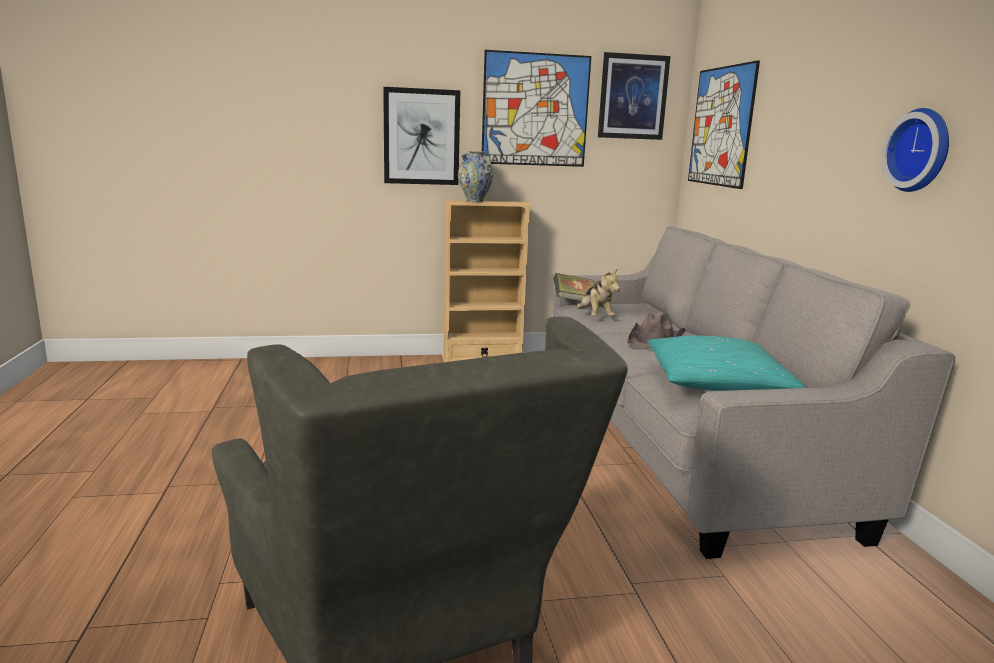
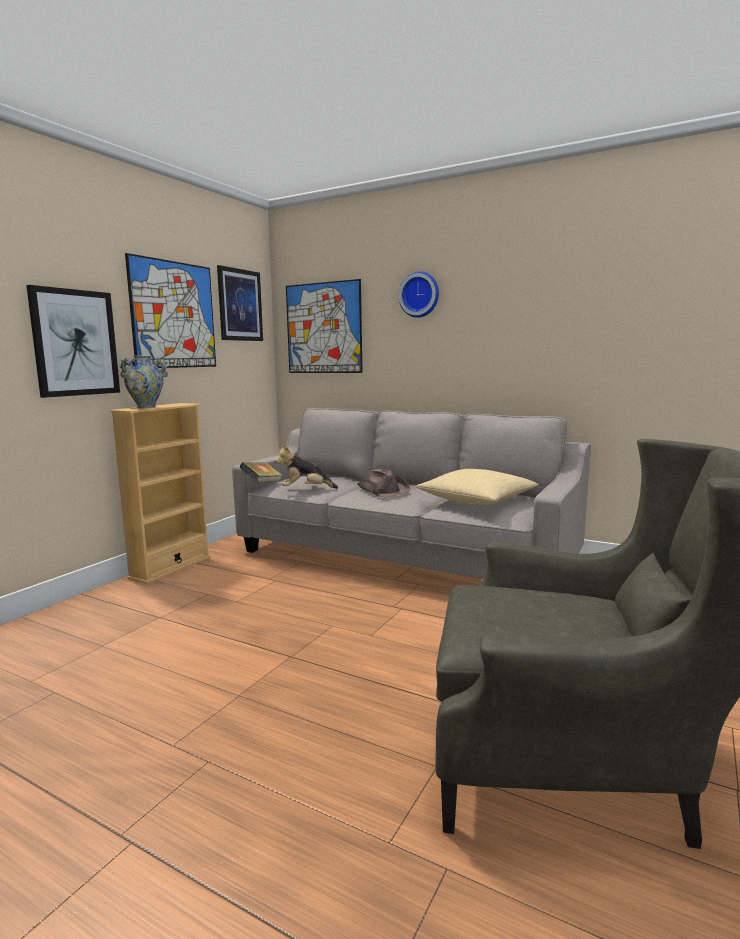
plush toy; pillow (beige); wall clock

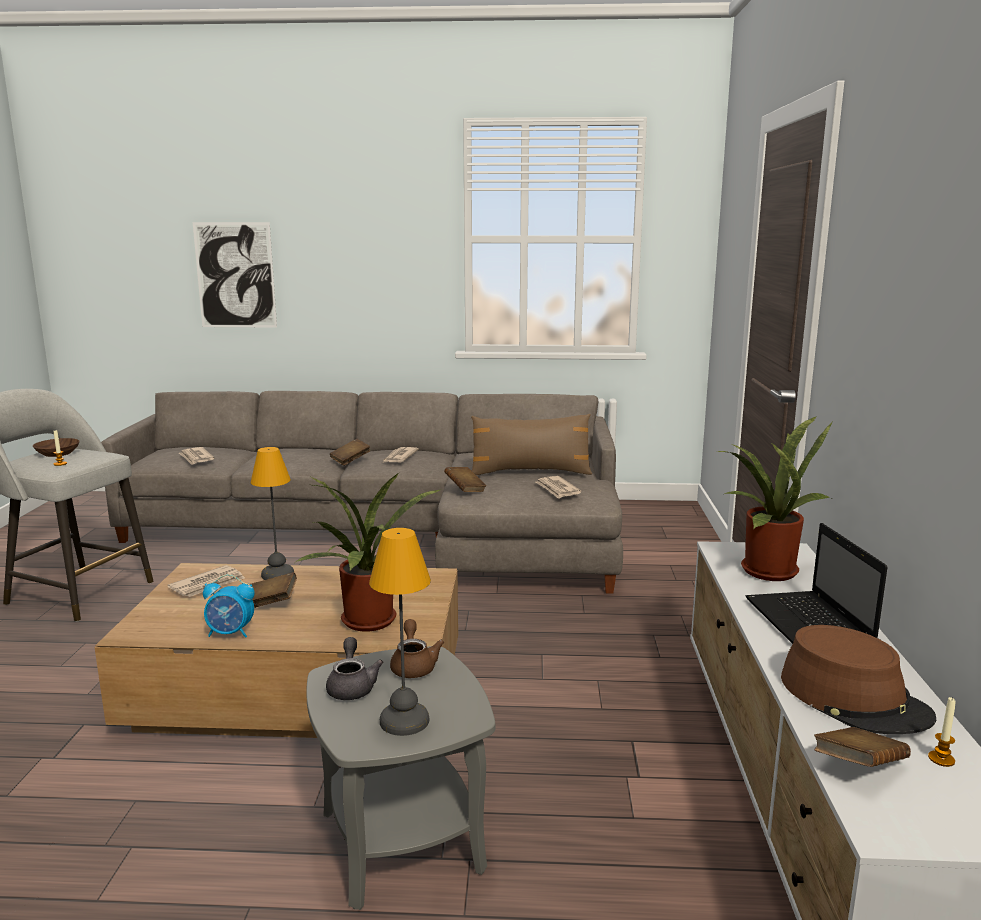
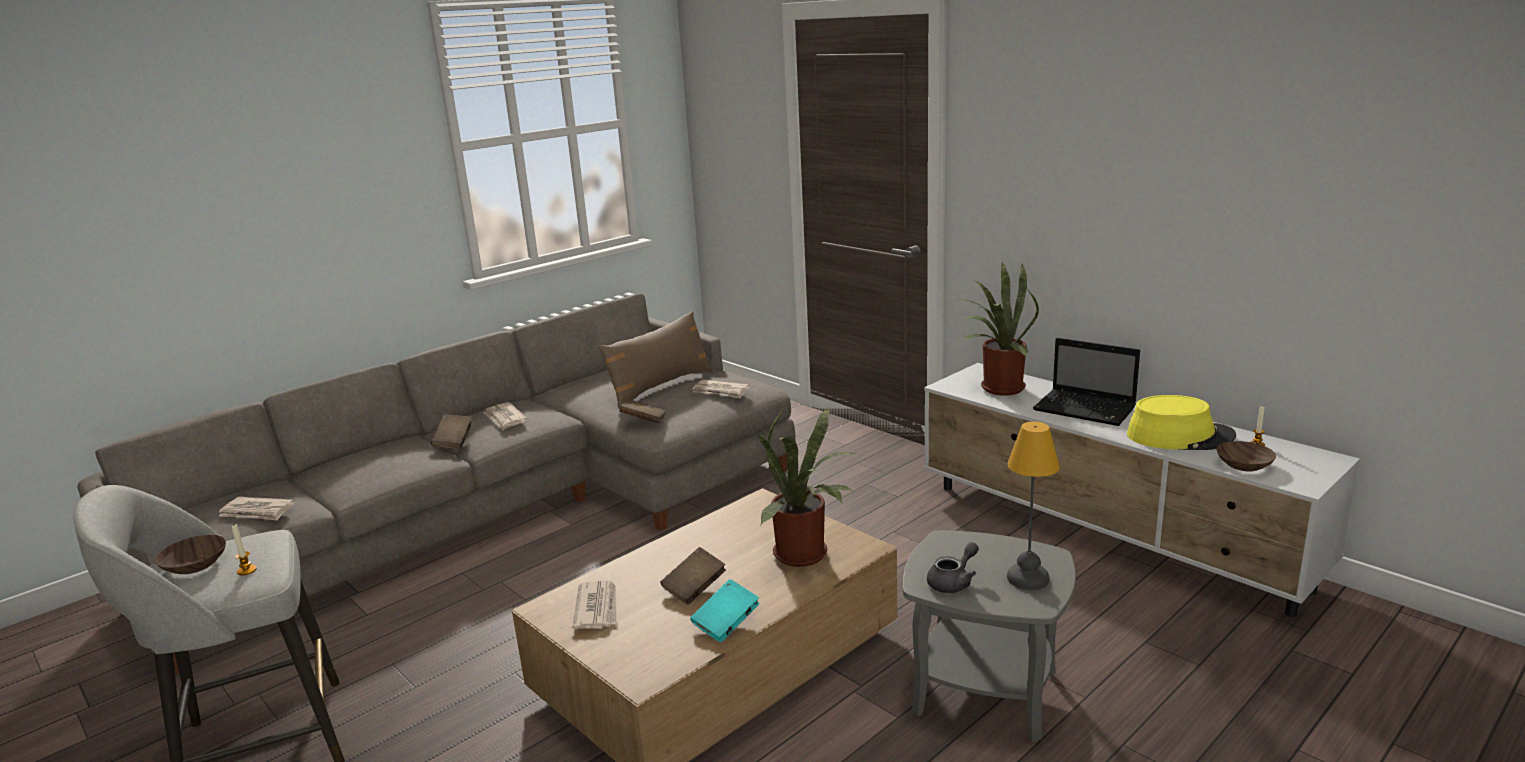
picture; book (turquoise); table lamp (1st from left in the first image); teapot (grey); teapot (brown); hat (yellow); bowl (brown) (2nd from left)

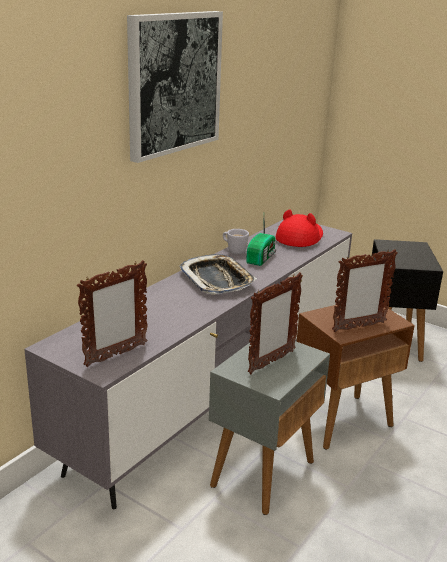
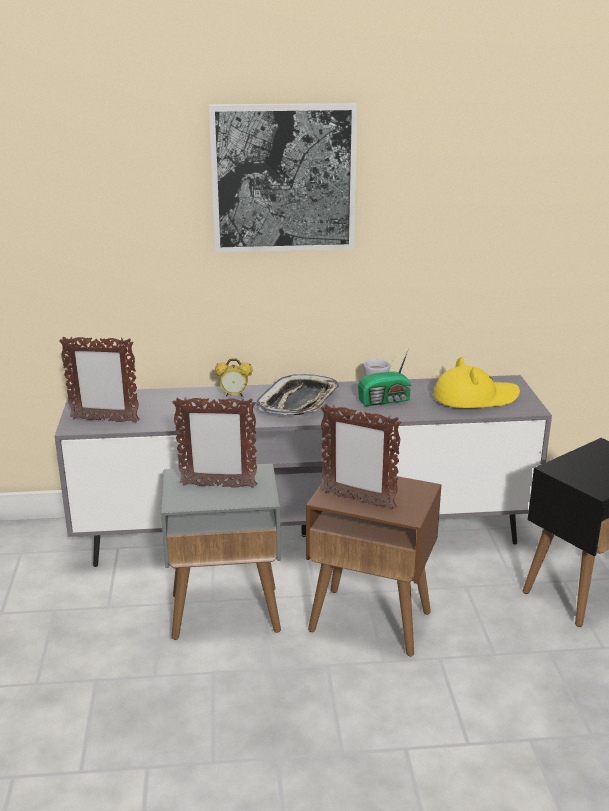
hat (yellow); alarm clock

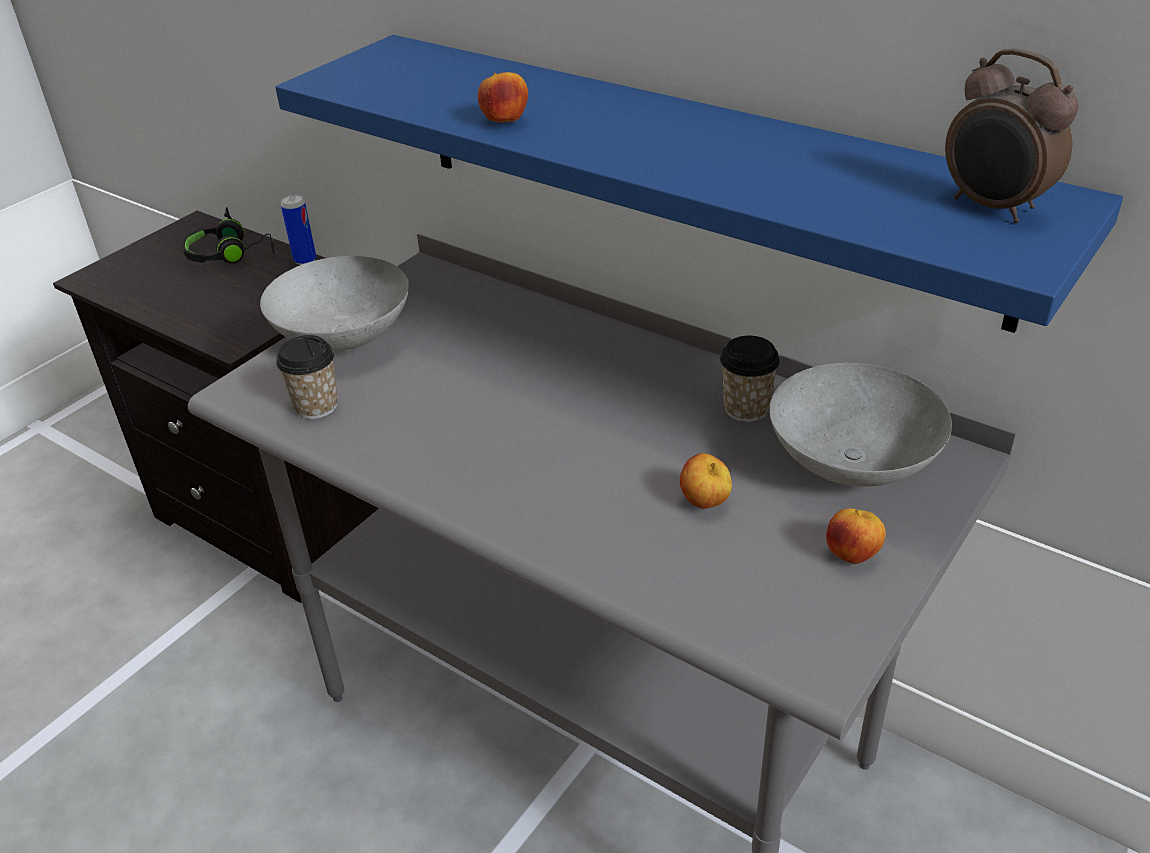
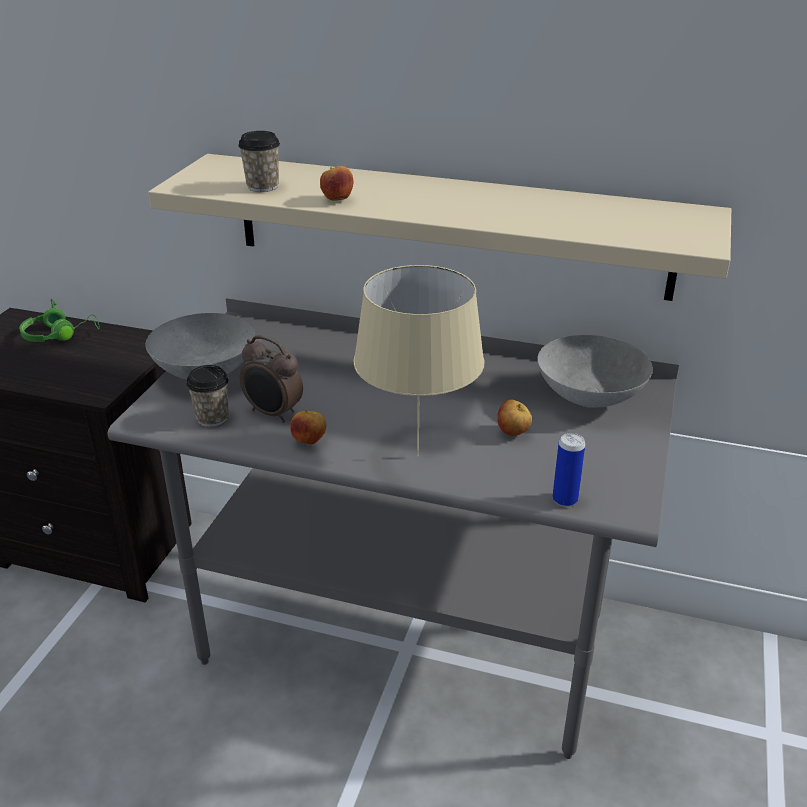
headphones (green); shelf (beige); can; cup (2nd from left); apple (1st from left); alarm clock; table lamp (beige)

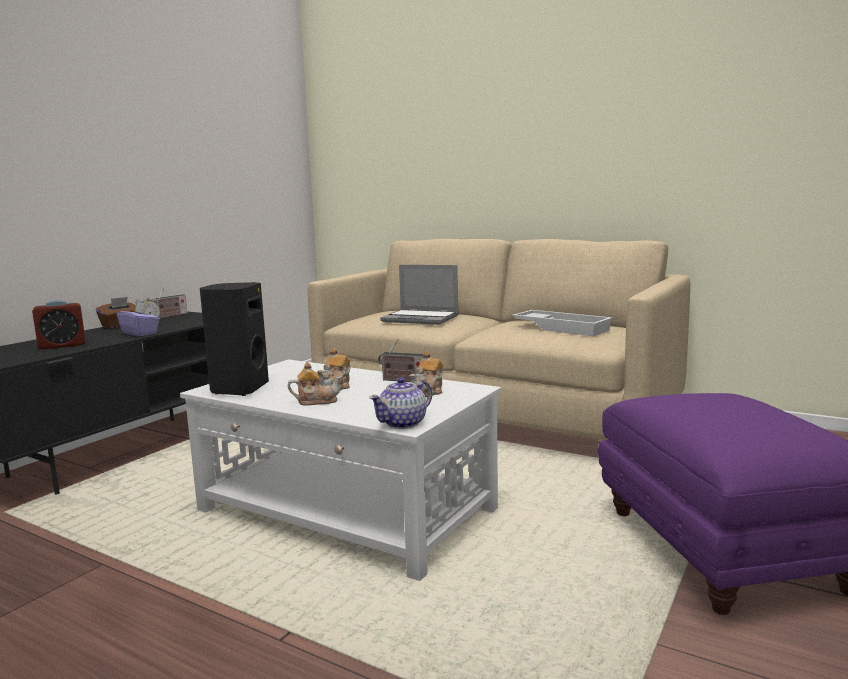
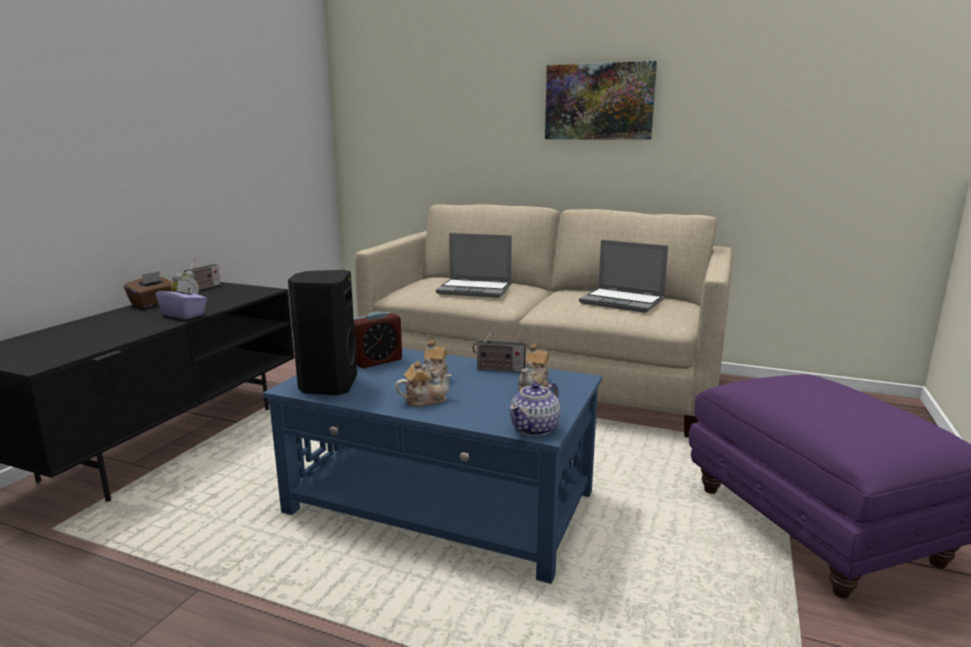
alarm clock (2nd from left); coffee table (blue); laptop (2nd from left); picture

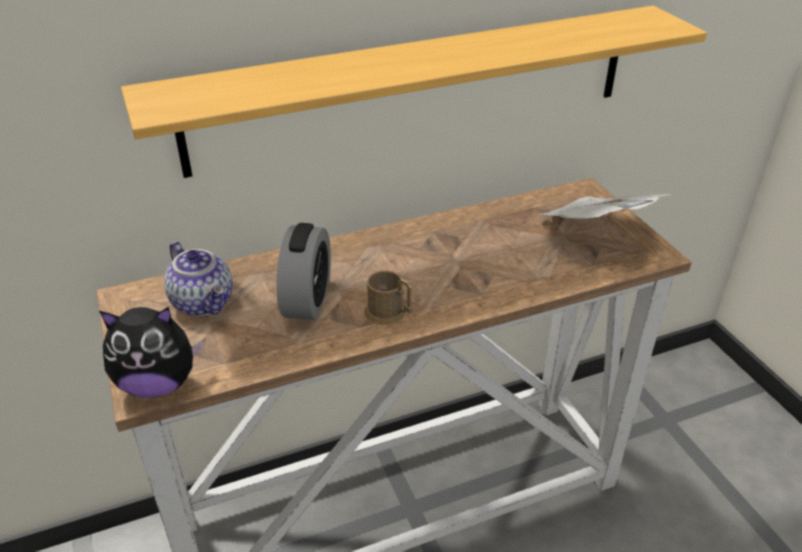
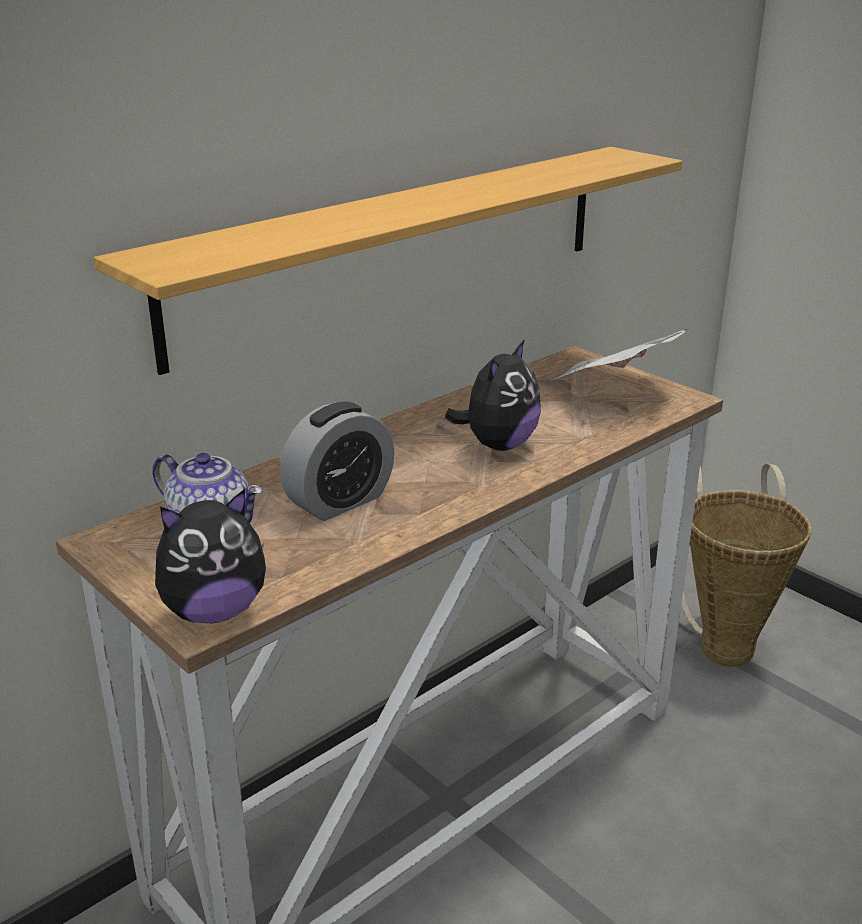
alarm clock; mug (brown); plush toy (2nd from left); basket

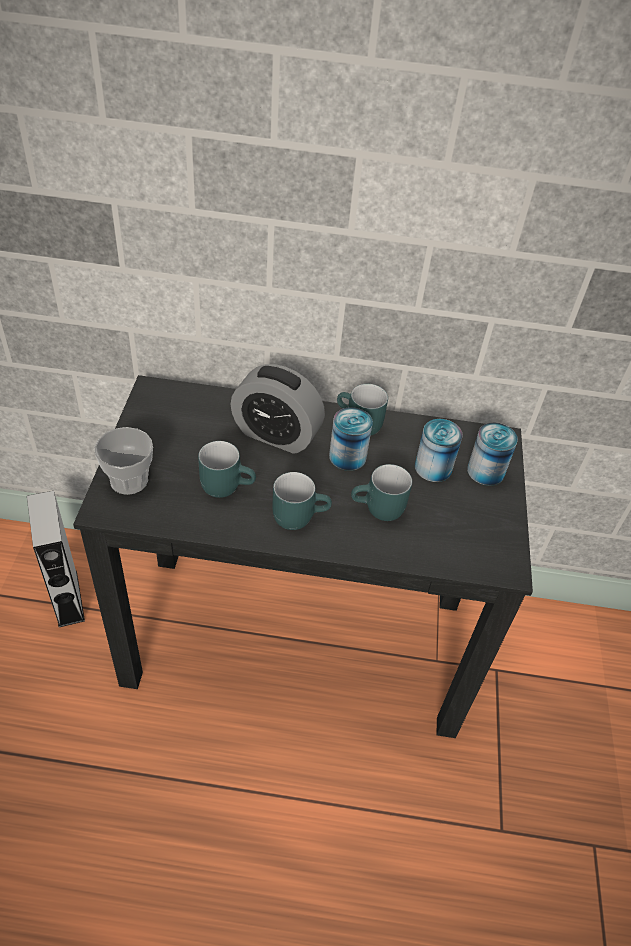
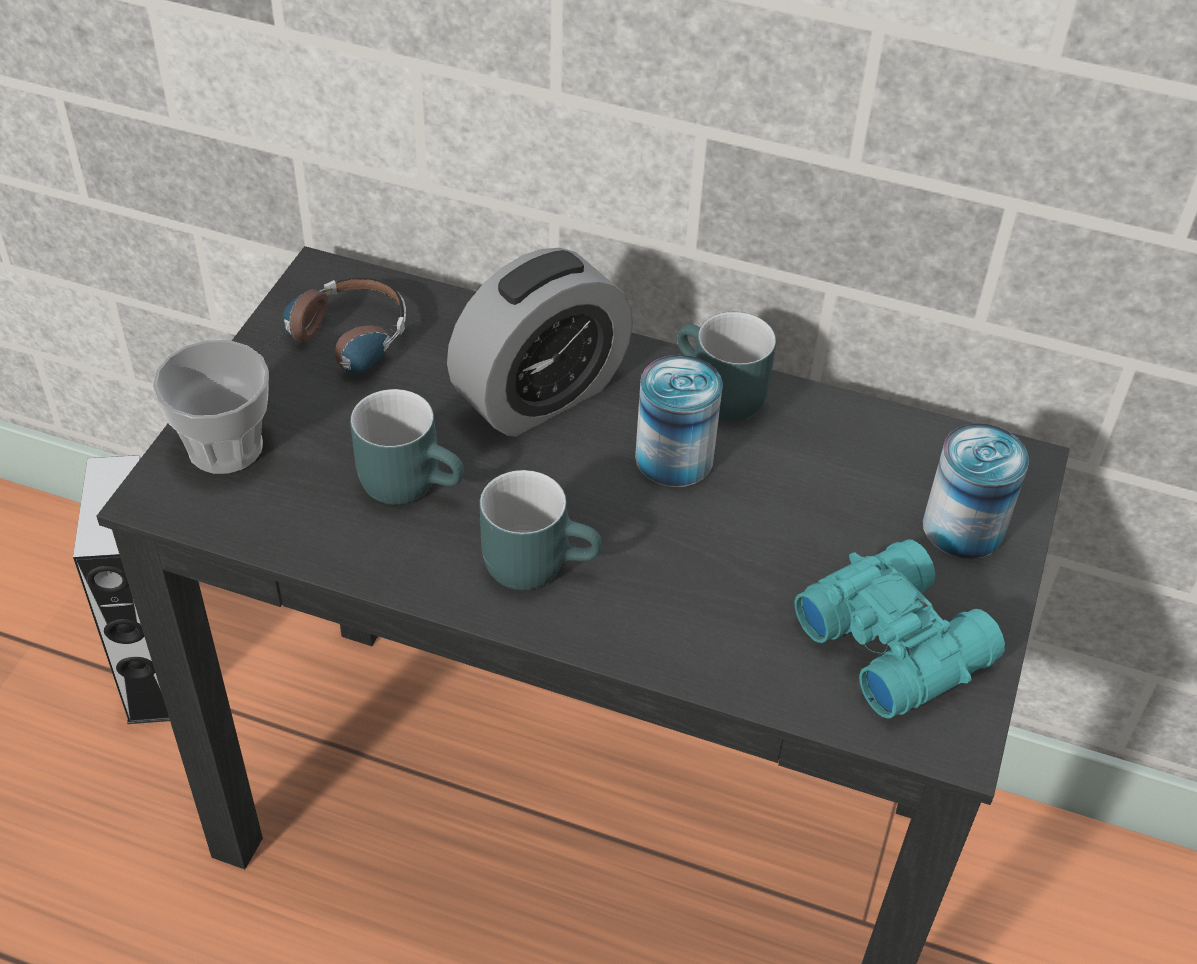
alarm clock; mug (turquoise) (4th from left in the first image); can (2nd from left in the first image); headphones; binoculars (turquoise)

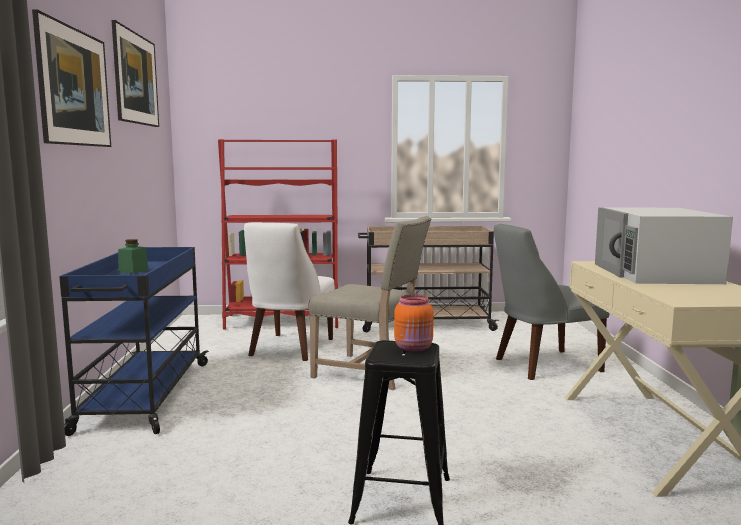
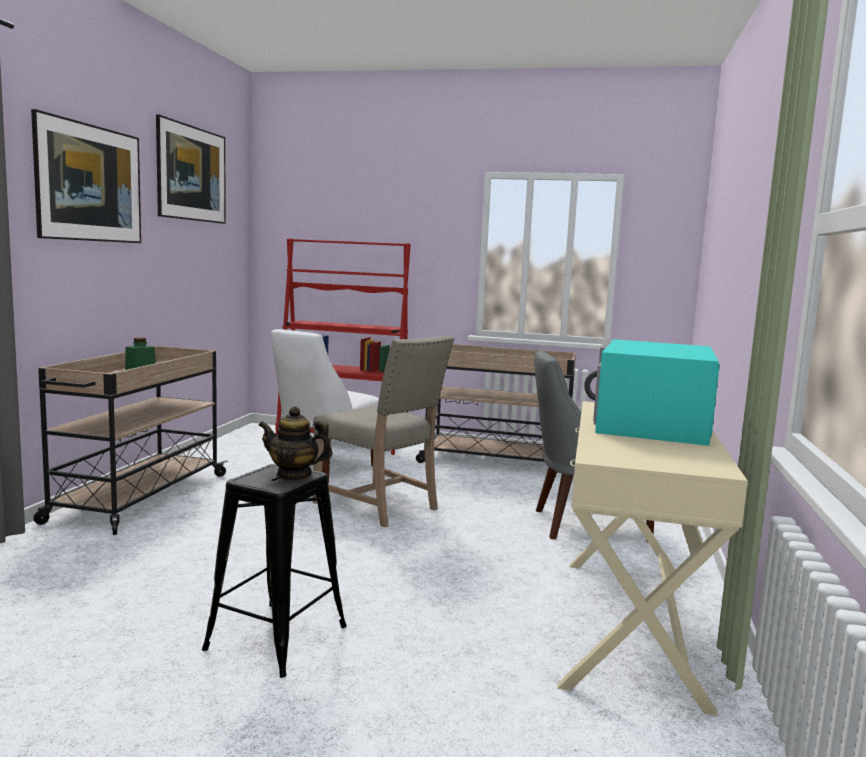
cart (beige) (1st from left); teapot; microwave (turquoise)

